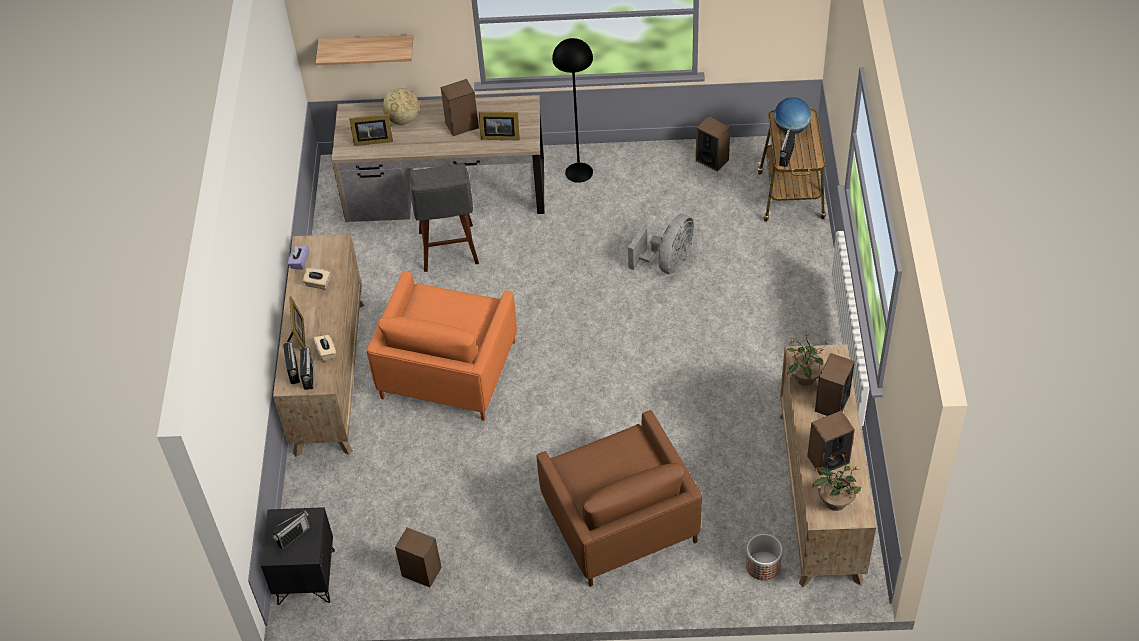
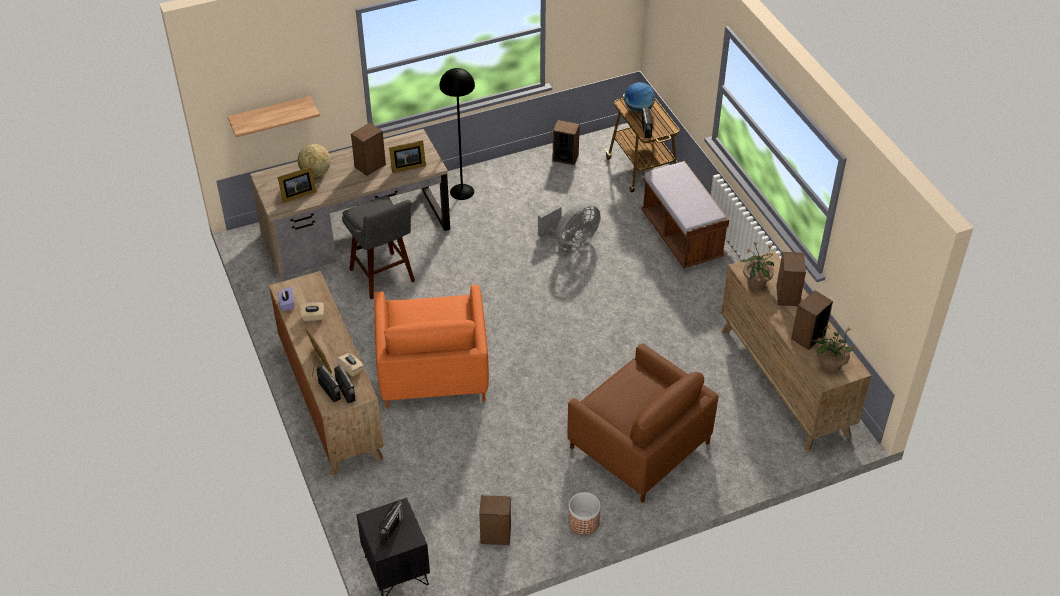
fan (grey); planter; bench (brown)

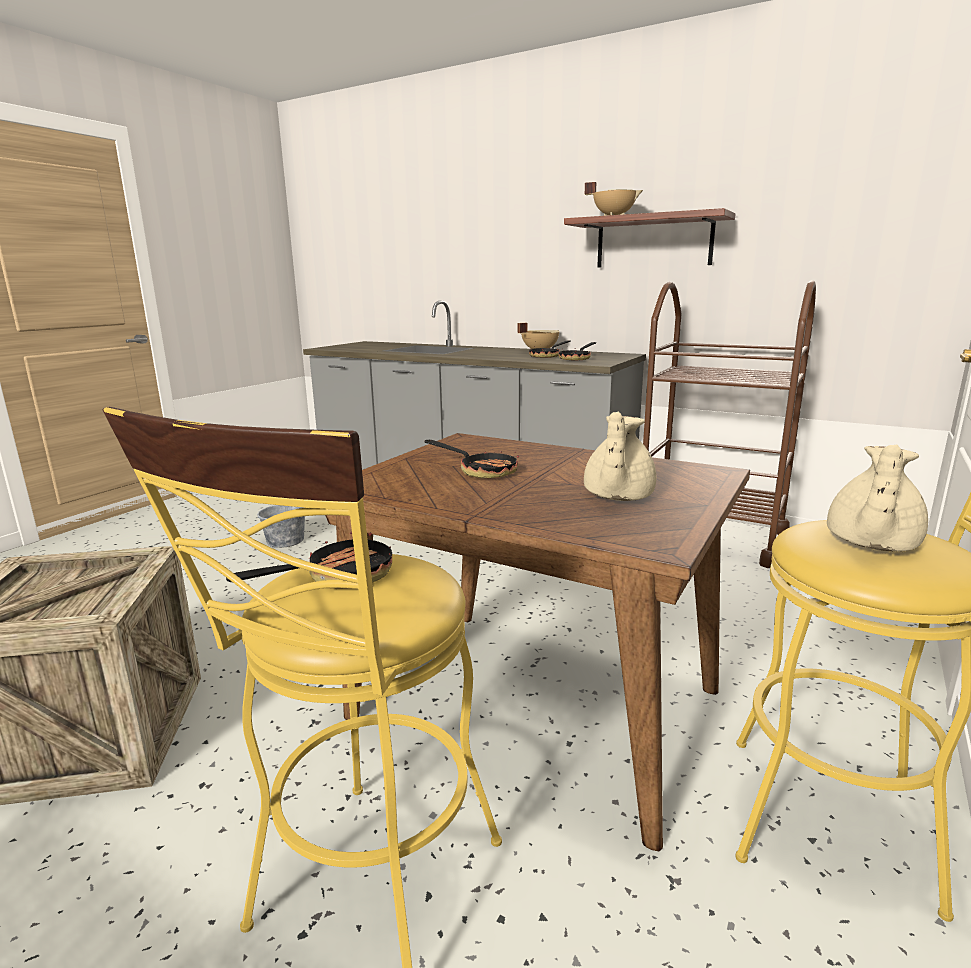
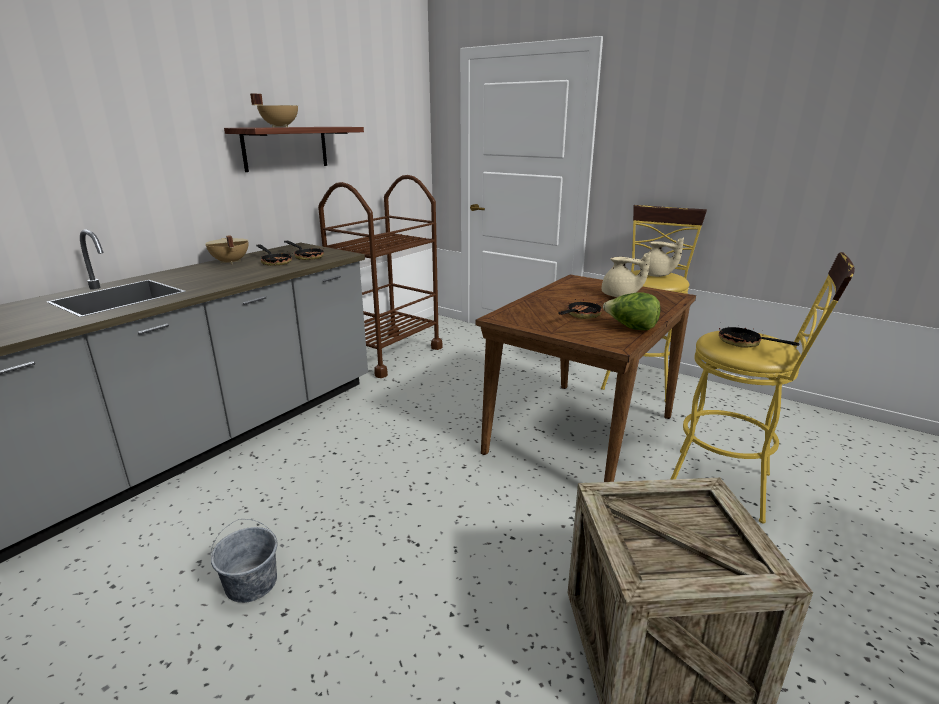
lettuce

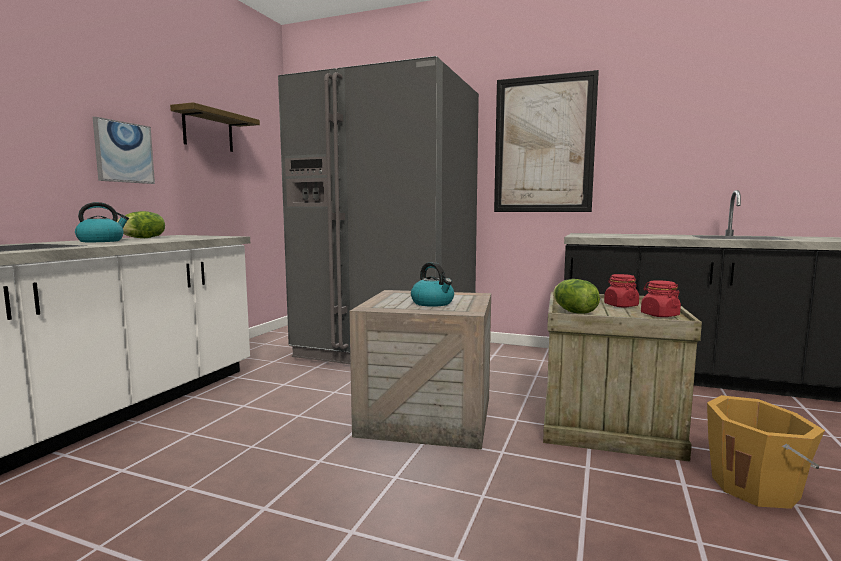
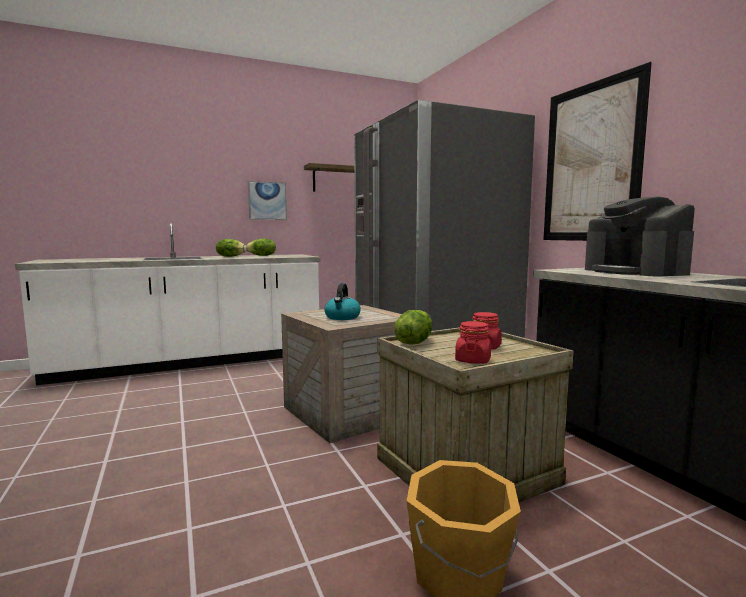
lettuce (1st from left); coffee machine

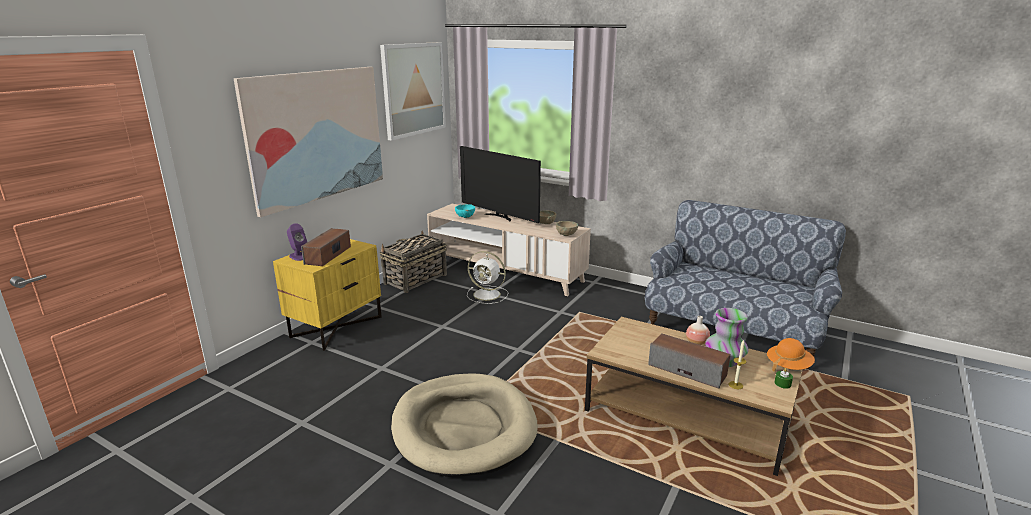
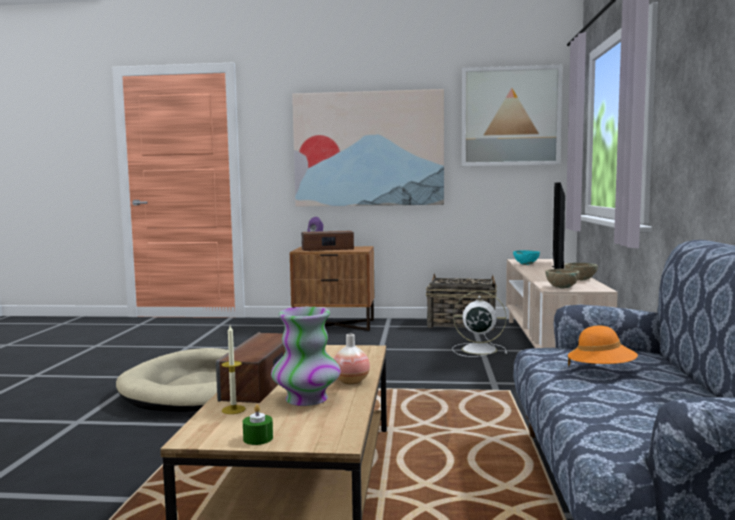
nightstand (brown); fan (white); hat (orange)

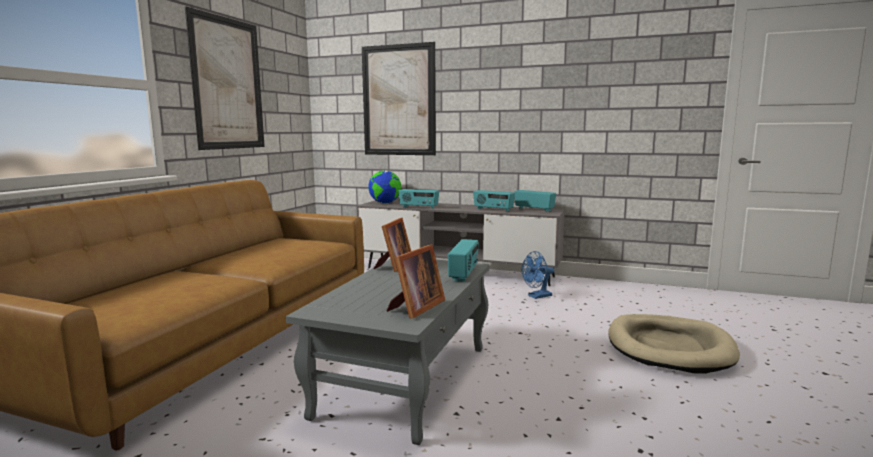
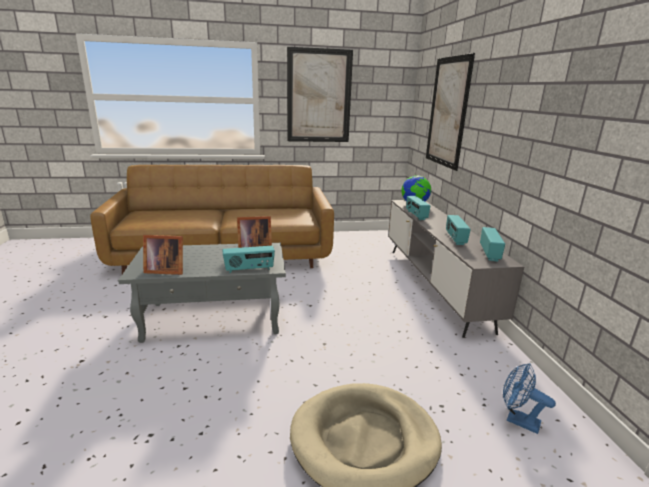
fan (blue)

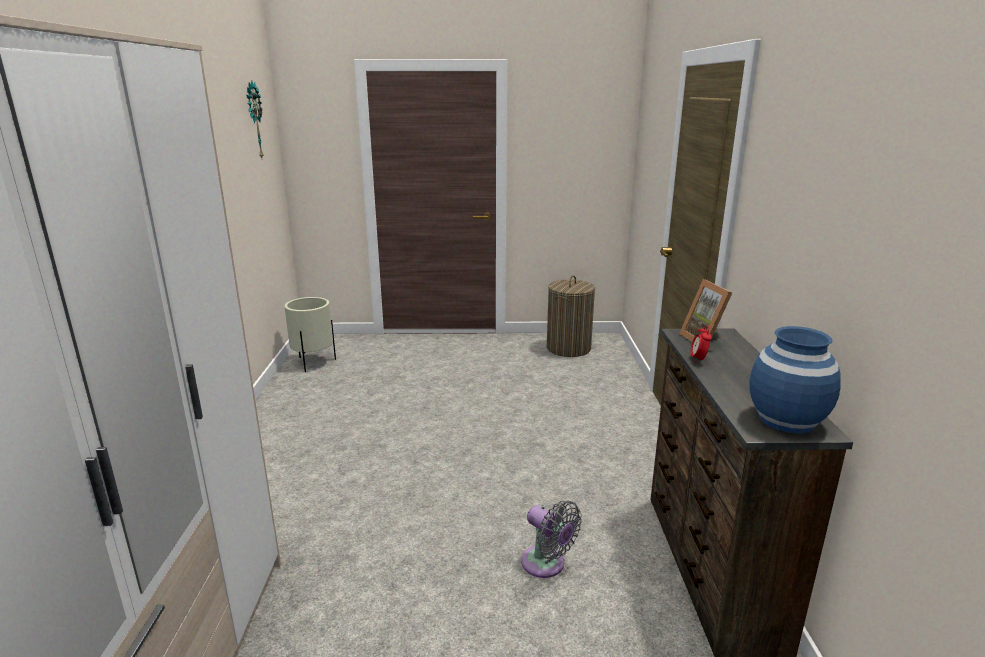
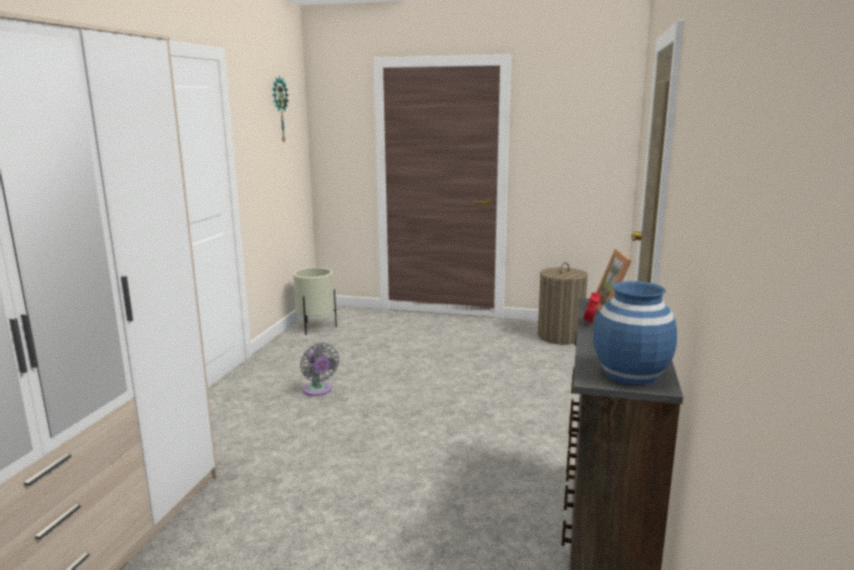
fan (grey)

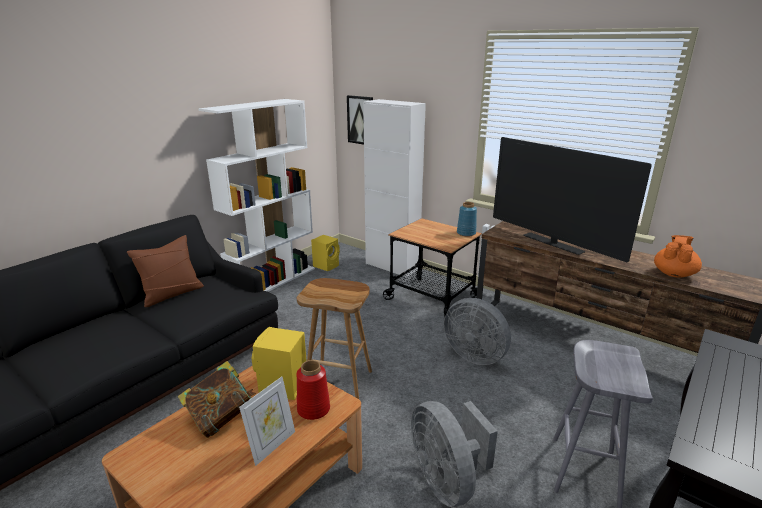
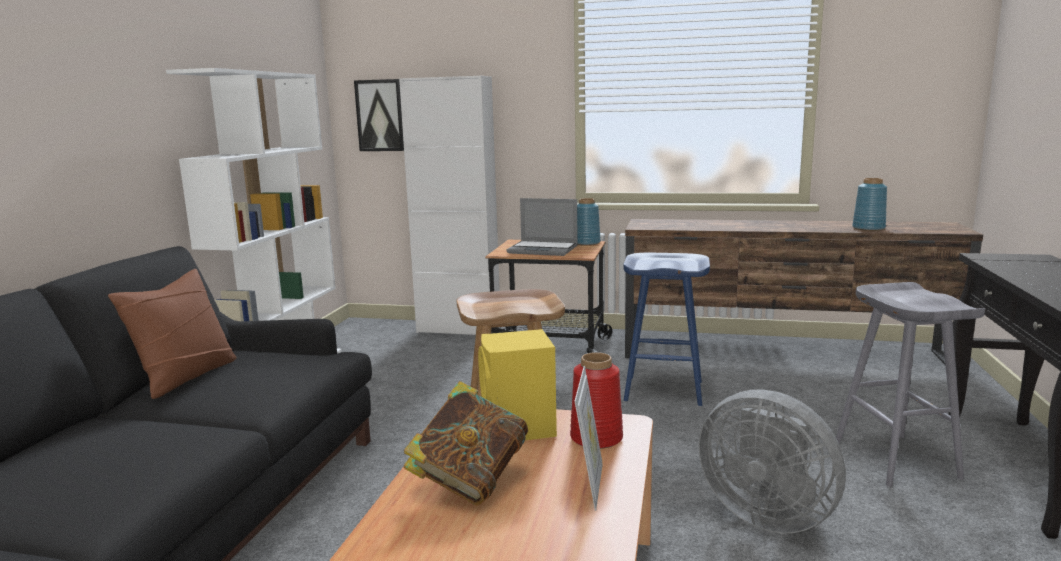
speaker (yellow) (2nd from left in the first image); stool (blue); television; vase (blue) (2nd from left); laptop

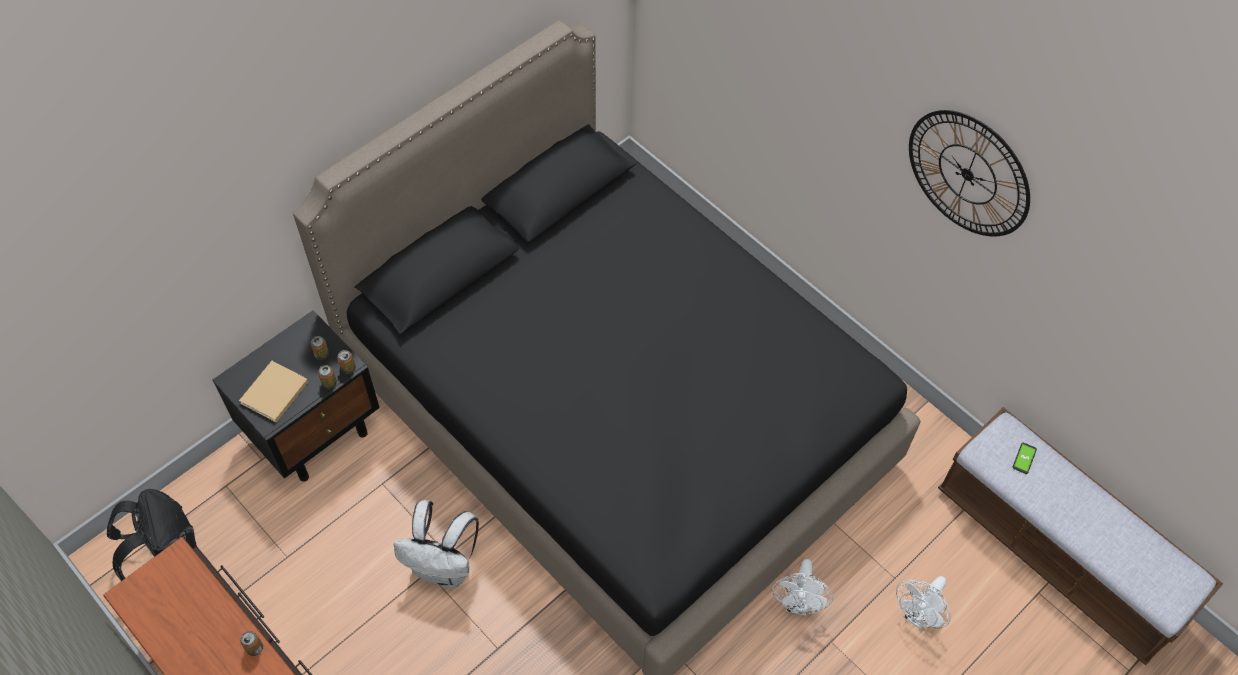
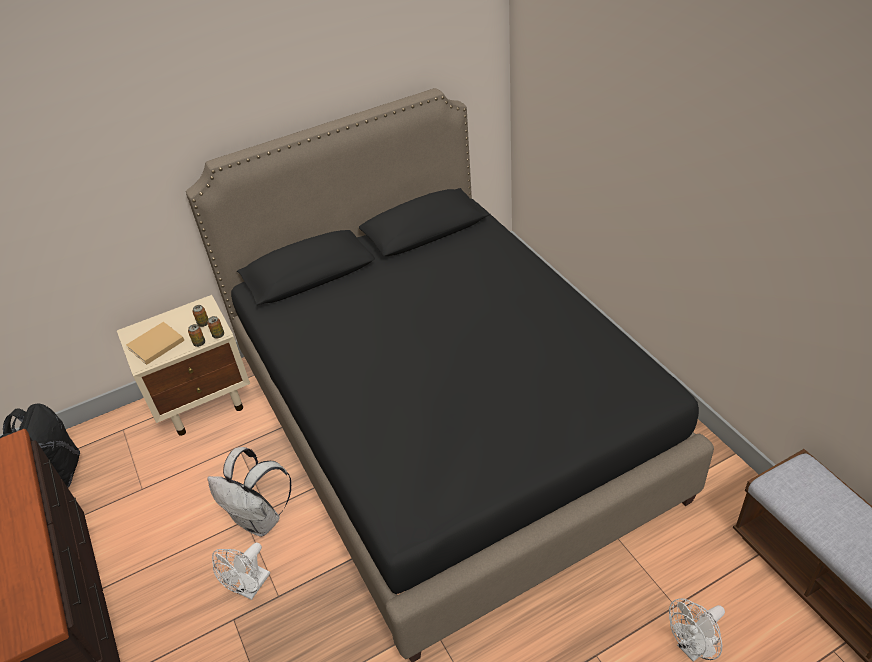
nightstand (beige); can (1st from left in the first image); fan (white) (1st from left); wall clock; phone

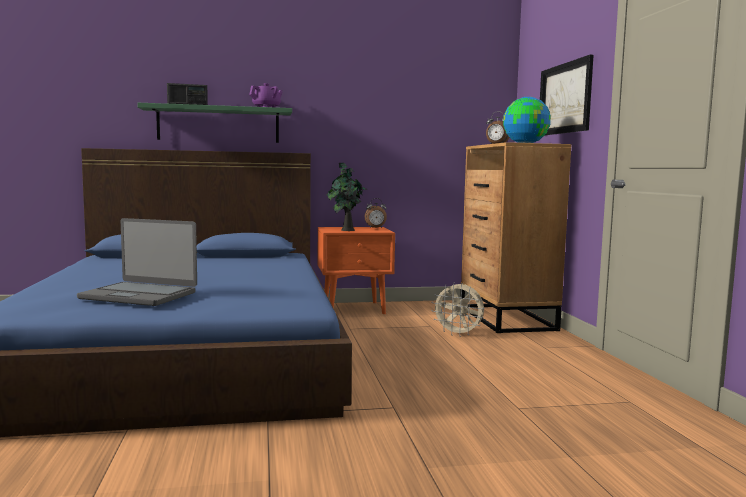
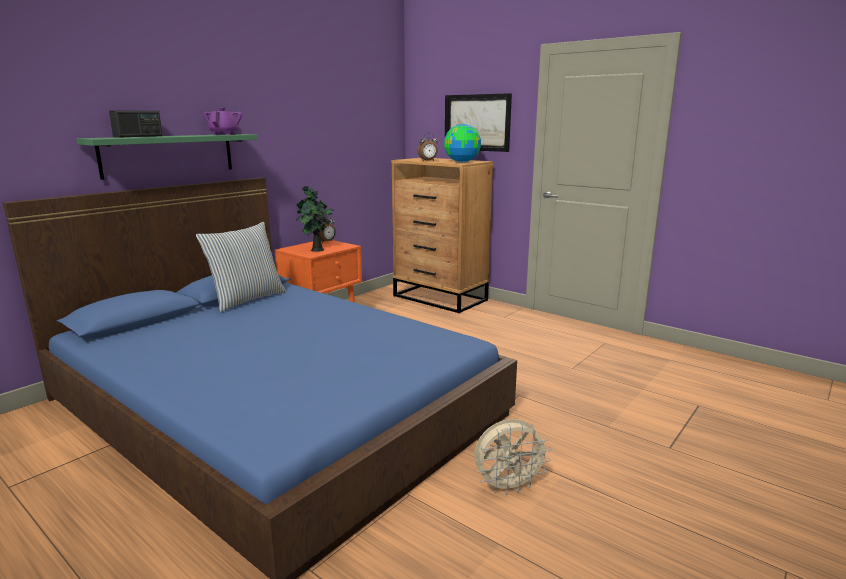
laptop; fan (beige); pillow

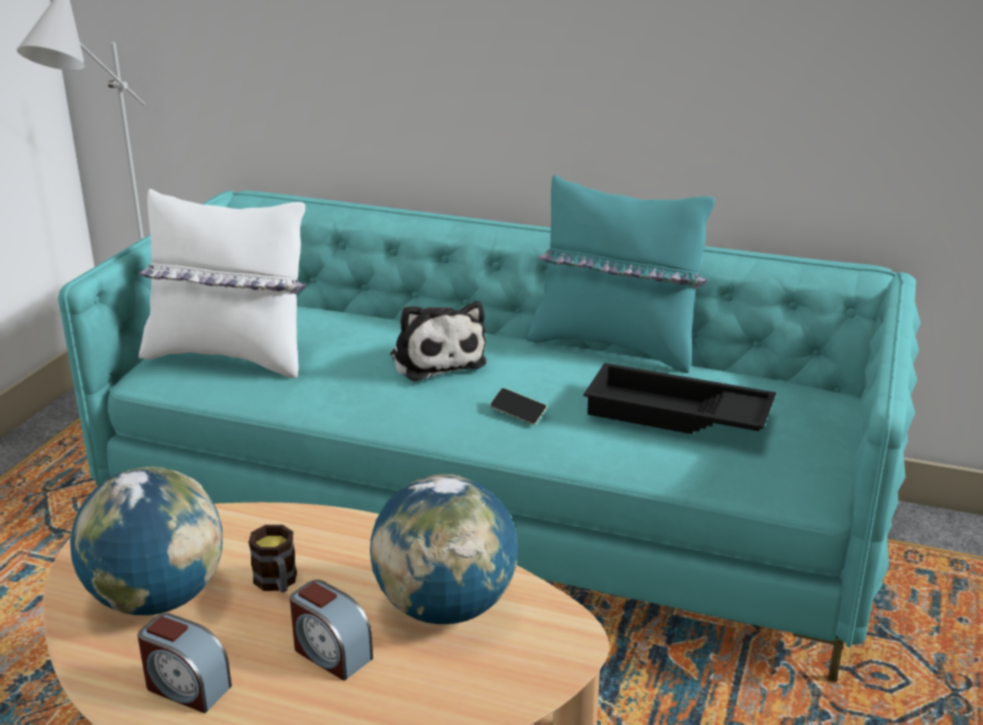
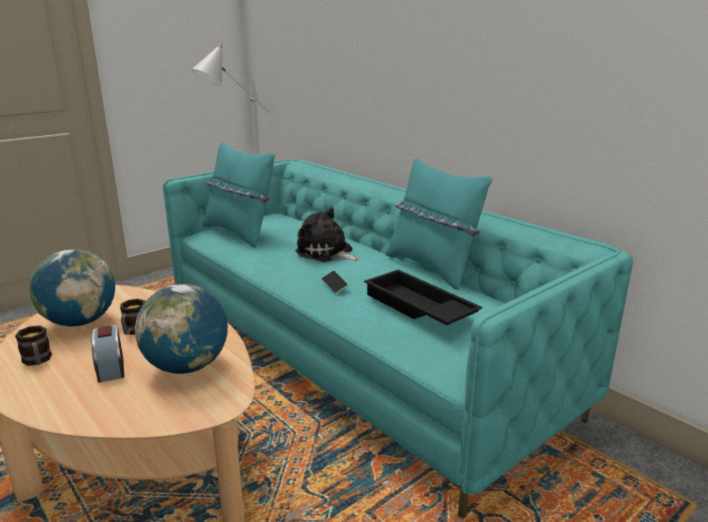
mug (1st from left); pillow (turquoise) (1st from left); plush toy

